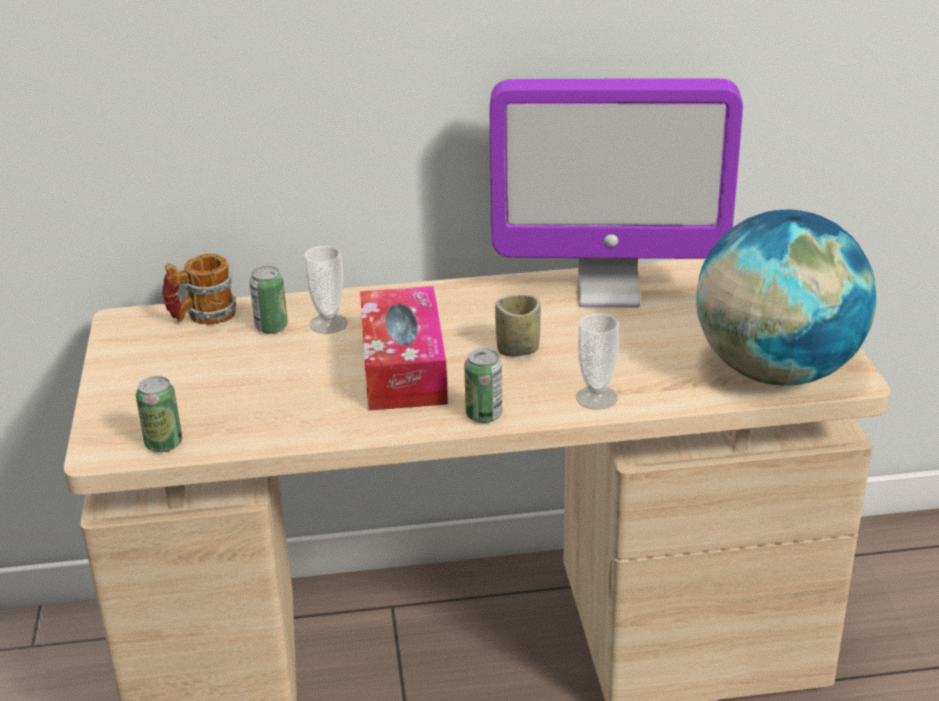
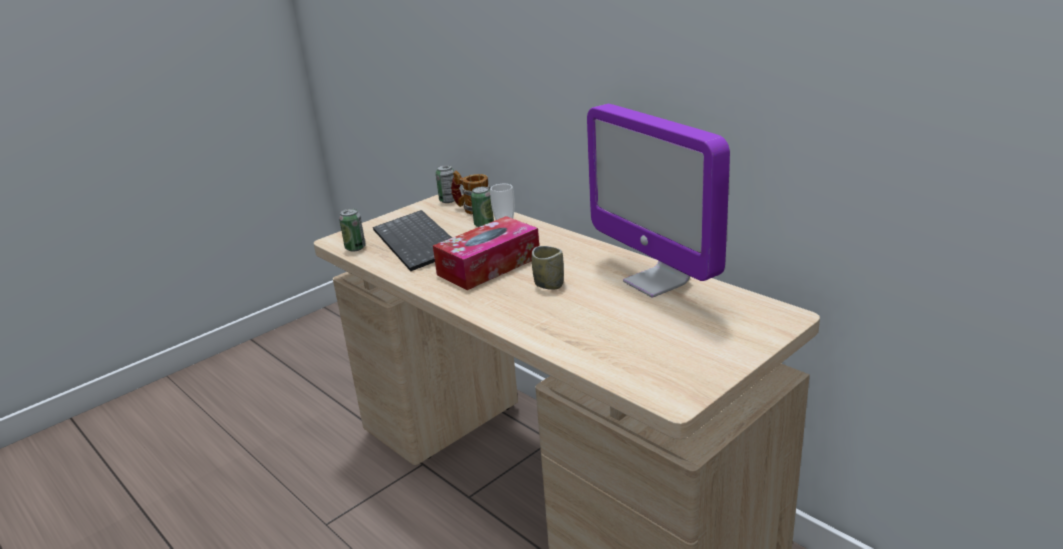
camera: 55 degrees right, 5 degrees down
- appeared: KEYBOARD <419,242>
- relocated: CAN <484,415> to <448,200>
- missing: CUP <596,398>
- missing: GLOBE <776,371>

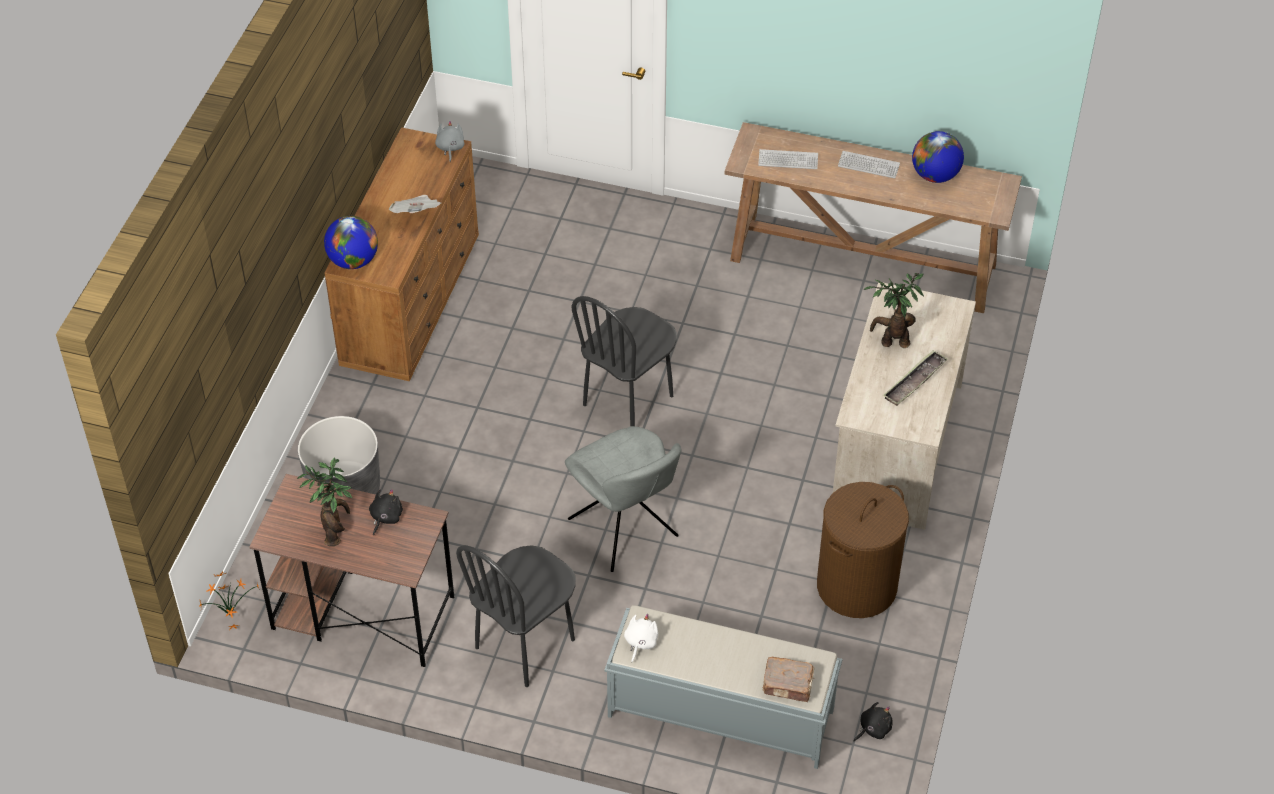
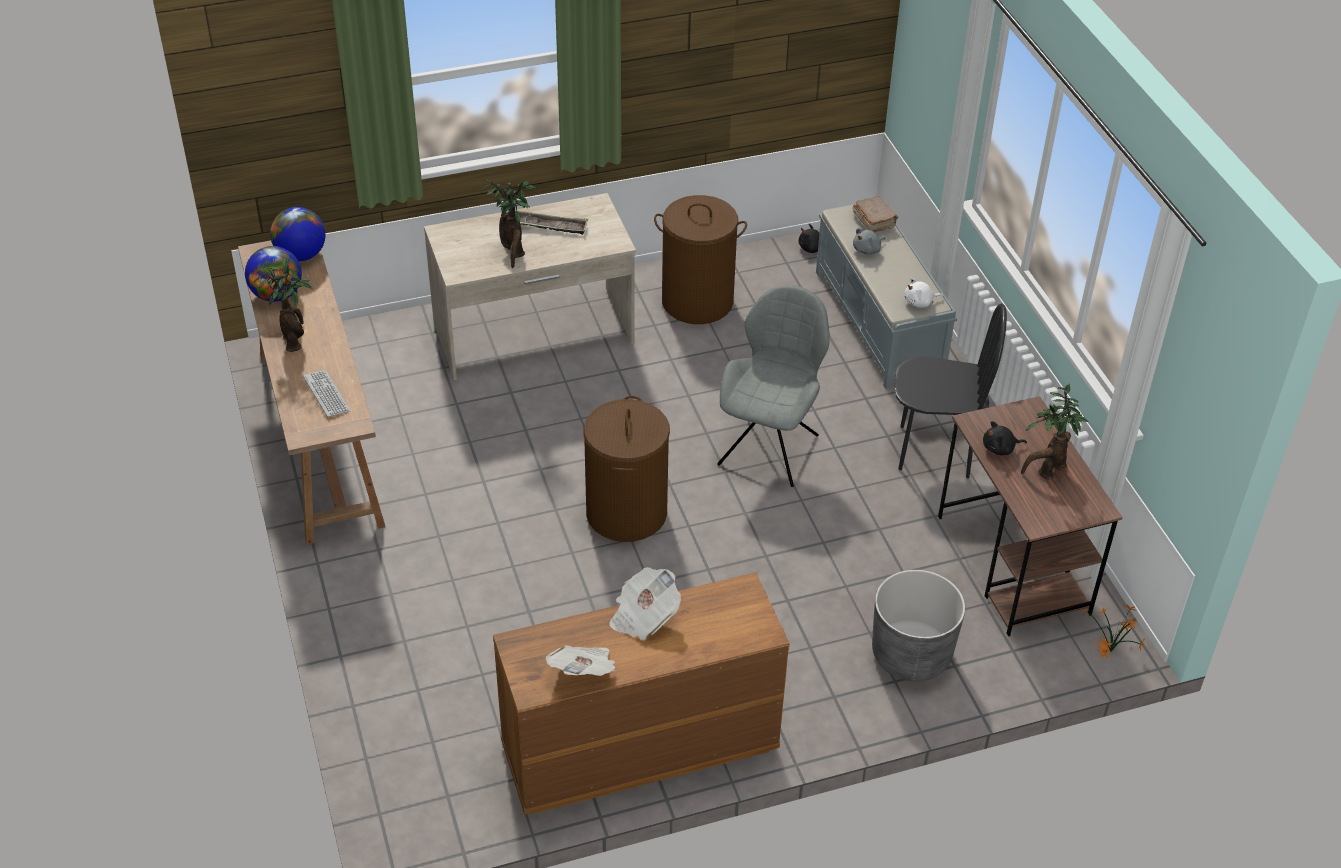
camera: 125 degrees left, 5 degrees down
- exchanged: KEYBOARD <868,165> to POTTED PLANT <294,340>
- relocated: GLOBE <353,261> to <301,255>
- appeared: NEWSPAPER <584,672>
- exchanged: BLACK CHAIR <628,401> to BROWN LAUNDRY BASKET <627,513>
- relocated: GREY PLUSH TOY <450,148> to <868,250>

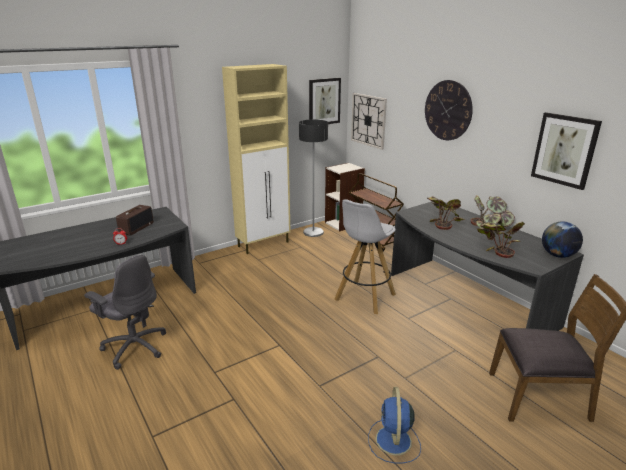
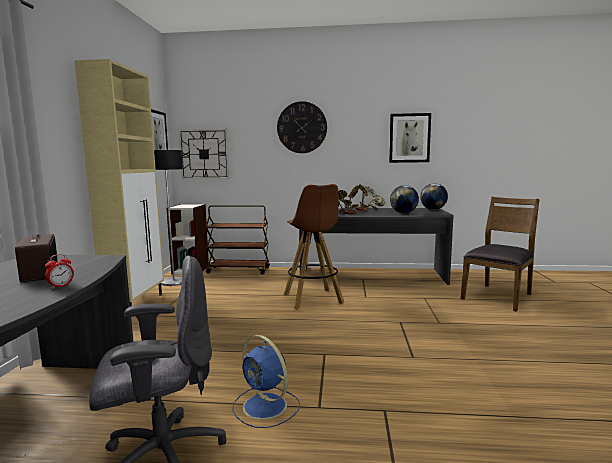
camera: 50 degrees left, 15 degrees down
- relocated: BLUE FAN <393,441> to <266,407>
- colour: WHITE STOOL <364,298> to BROWN STOOL <313,299>
- exchanged: POTTED PLANT <496,248> to GLOBE <403,213>

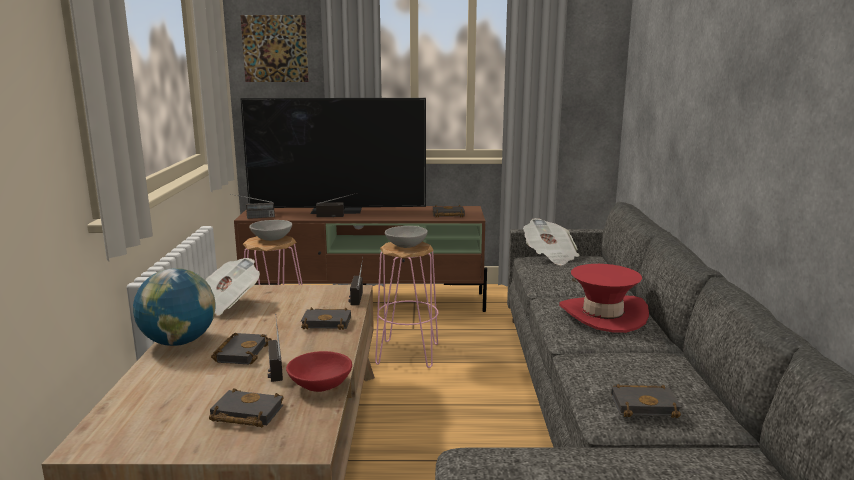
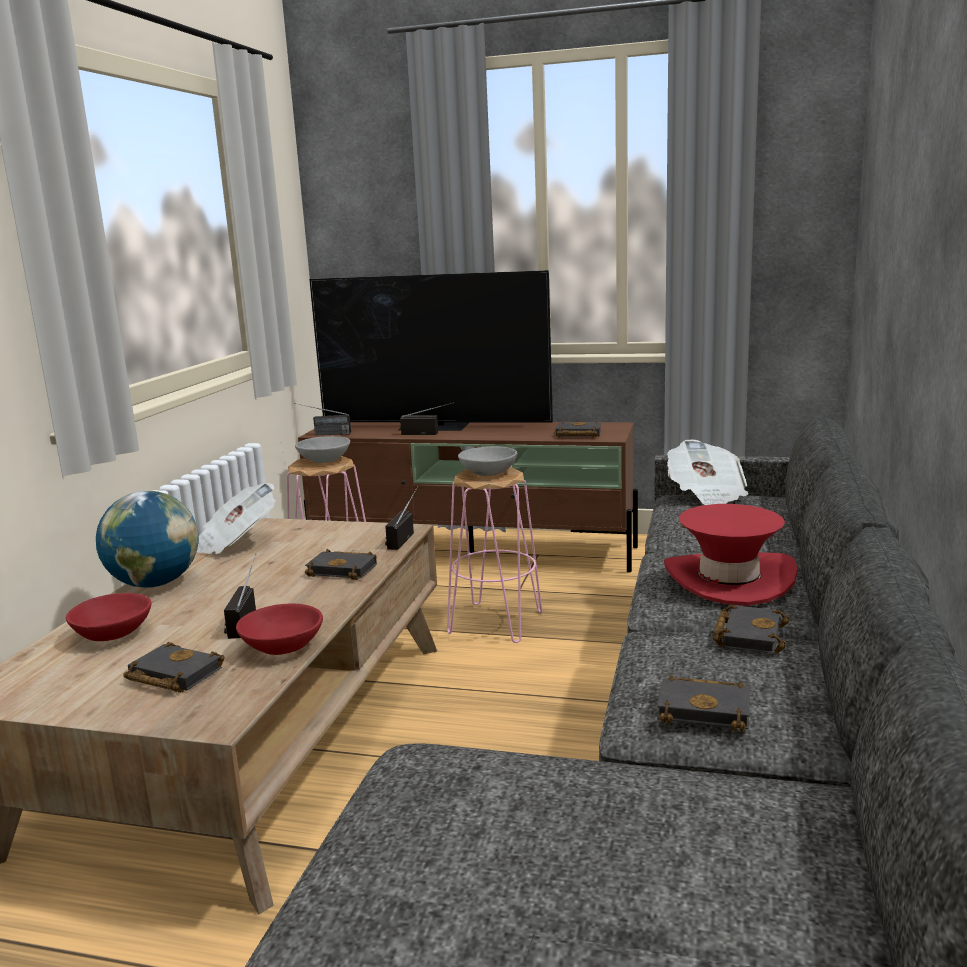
camera: 15 degrees right, 0 degrees up
- appeared: RED BOWL <112,634>
- relocated: BLACK BOOK <241,352> to <748,634>
- missing: PICTURE <275,49>

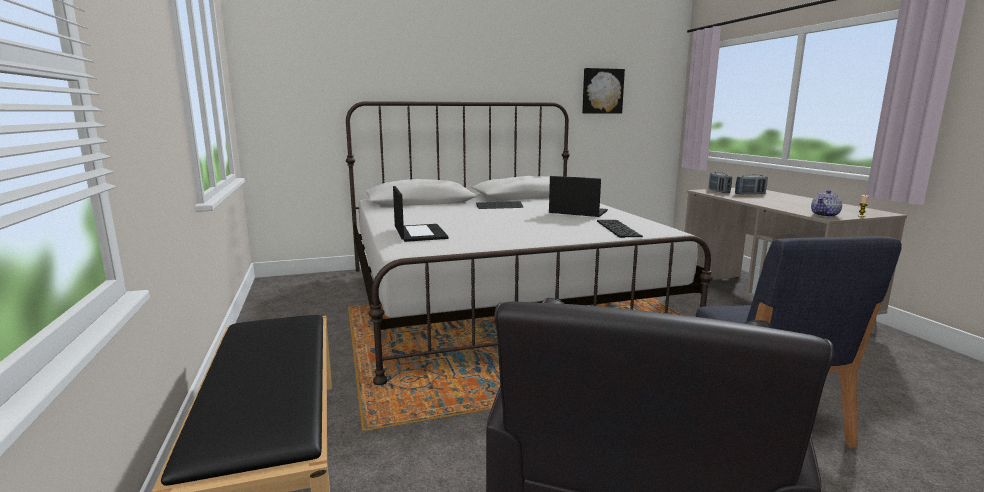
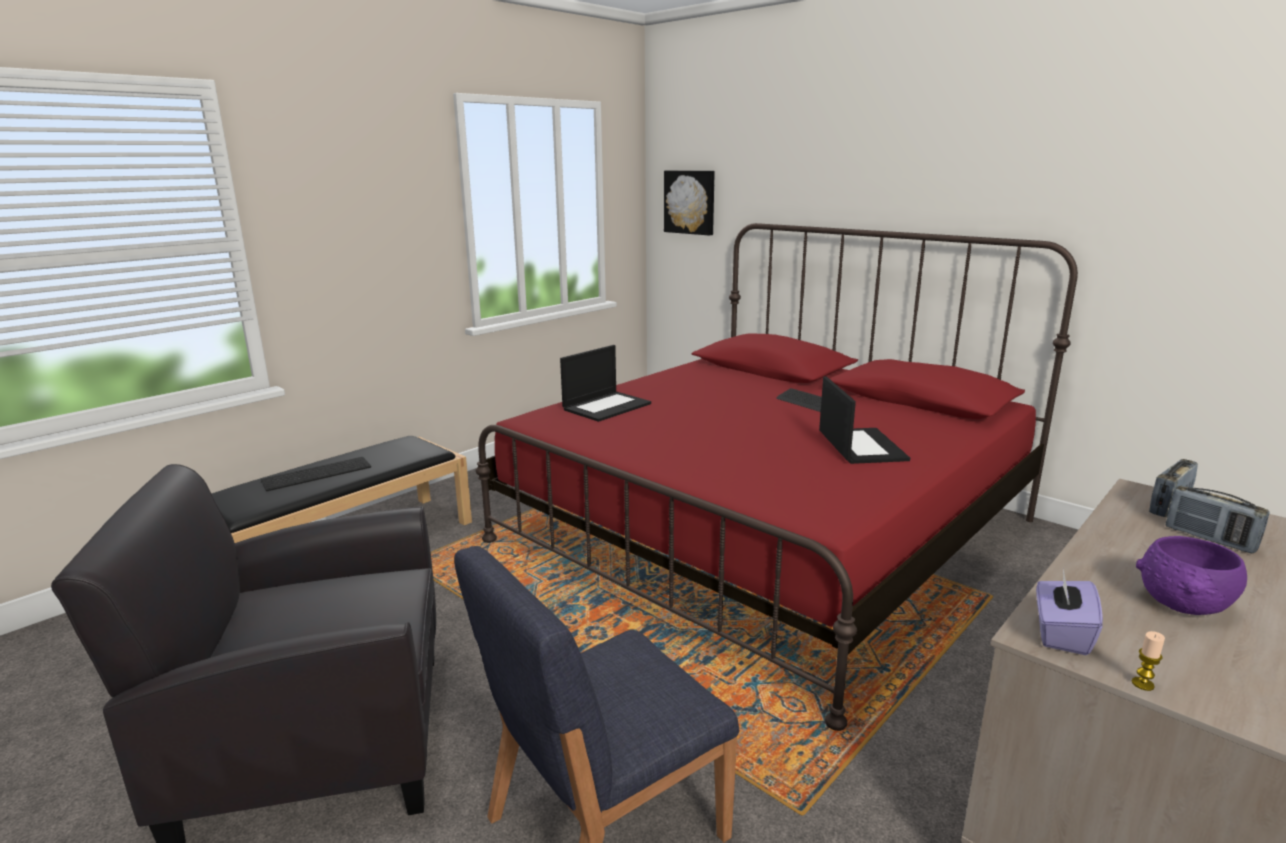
camera: 60 degrees right, 5 degrees up
- relocated: KEYBOARD <616,228> to <317,473>
- colour: WHITE BED <499,298> to RED BED <765,530>
- relocated: PICTURE <602,91> to <690,202>
- exchanged: TEAPOT <825,215> to PURPLE TISSUE BOX <1061,633>
- appeared: PURPLE BOWL <1184,604>

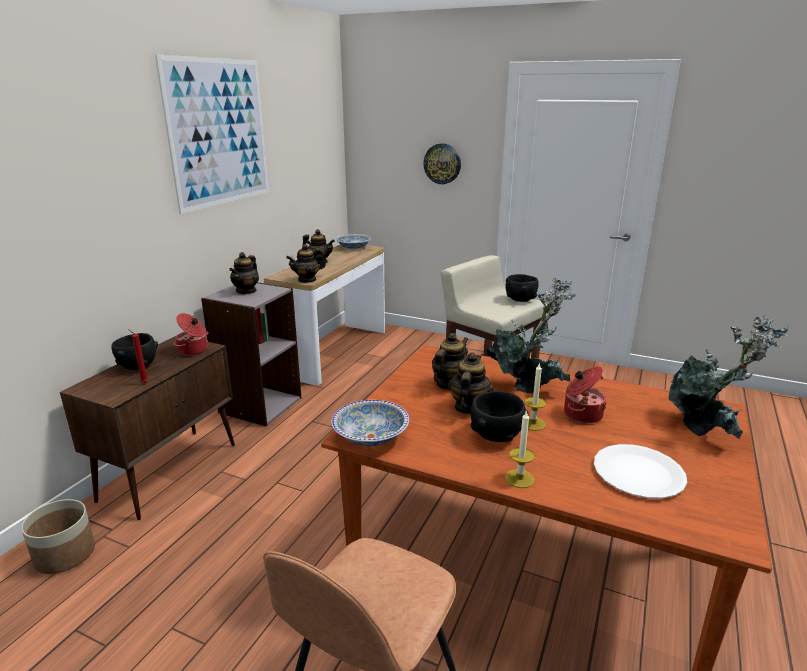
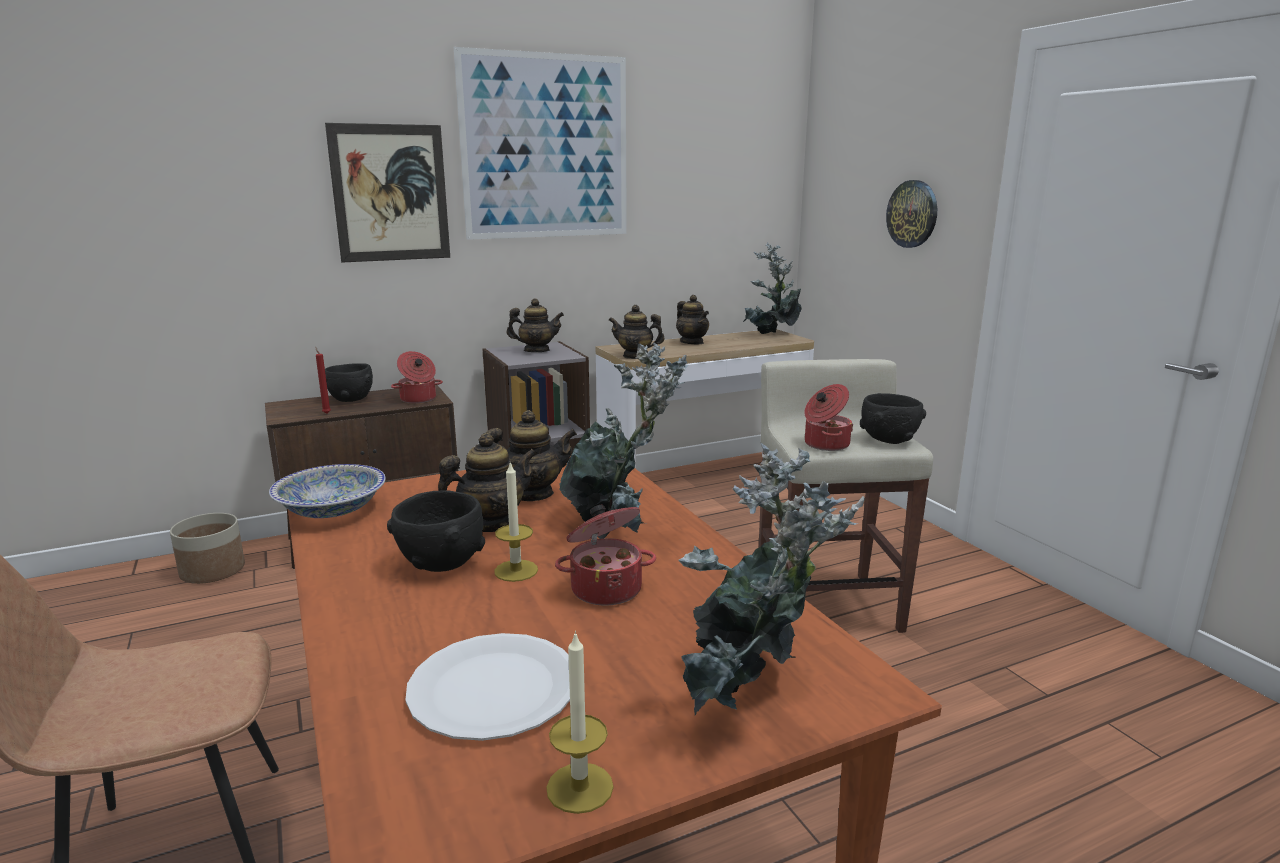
camera: 40 degrees right, 5 degrees down
- appeared: PICTURE <390,193>
- spun: TEAPOT <246,291> = <536,351> 150 degrees counterclockwise
- relocated: CANDLE <519,478> to <580,787>
- exchanged: BOWL <353,247> to POTTED PLANT <772,335>
- appeared: COOKING POT <825,444>

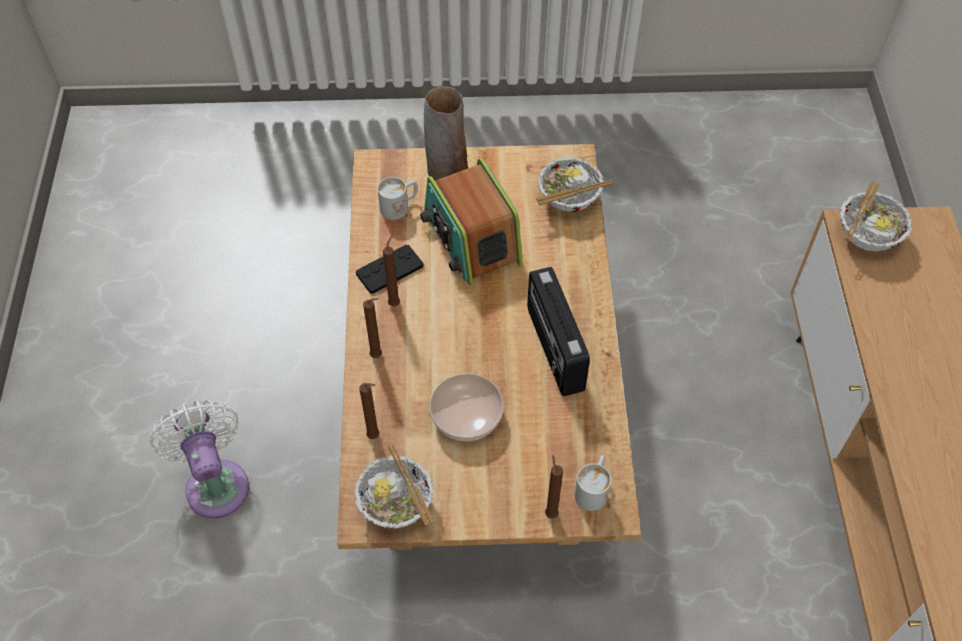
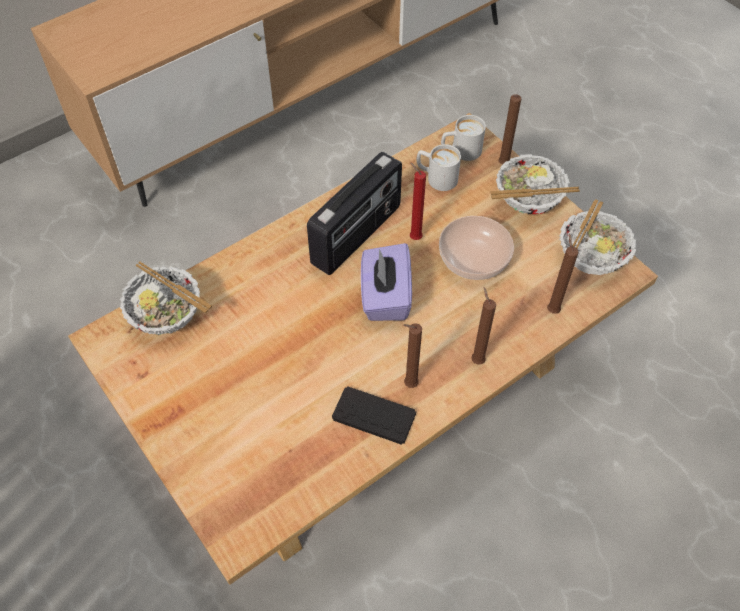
camera: 125 degrees left, 0 degrees up
- appeared: PURPLE TISSUE BOX <385,297>
- appeared: RED CANDLE <413,237>
- relocated: WHITE MUG <399,206> to <436,178>
- relocated: BOWL <866,236> to <528,201>
- missing: WHITE FAN <215,482>
- missing: RADIO <471,238>
- missing: VASE <446,172>

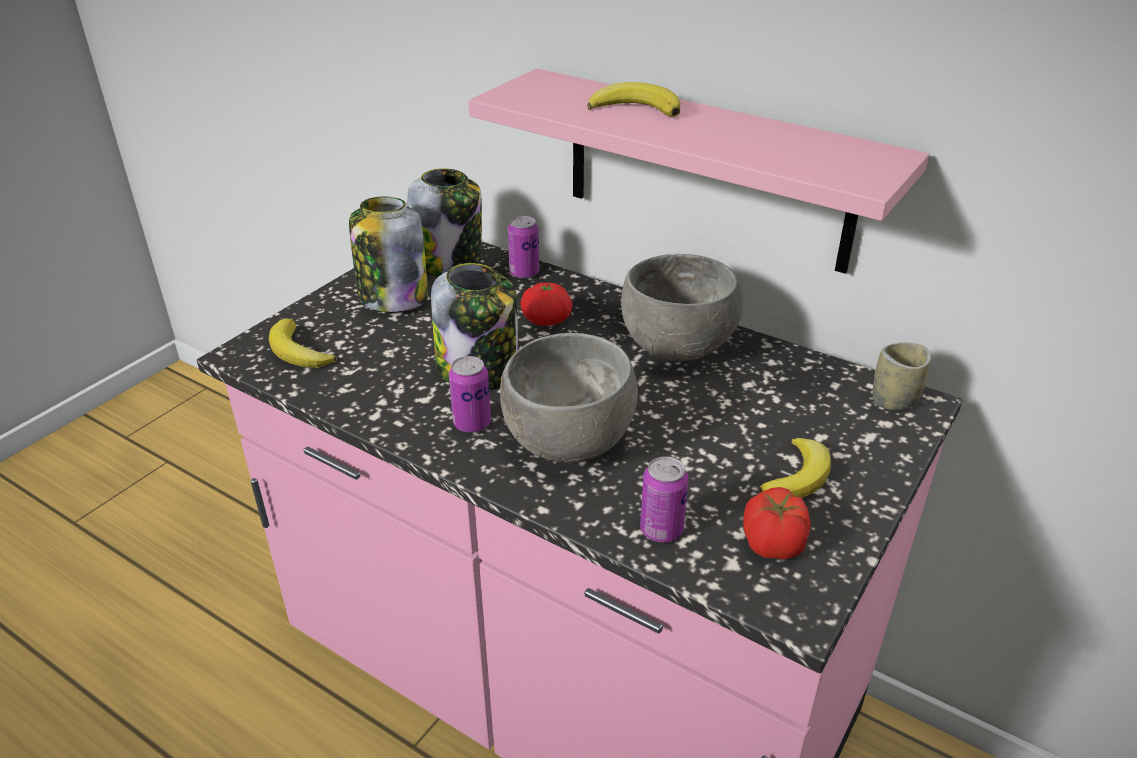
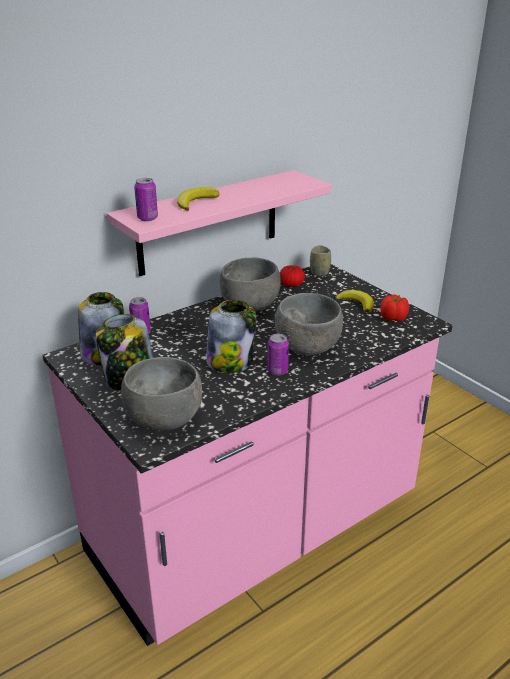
camera: 70 degrees left, 5 degrees down
- exchanged: BANANA <298,351> to GREY BOWL <165,421>
- relocated: CAN <661,530> to <147,218>
- relocated: TOMATO <546,320> to <291,284>

